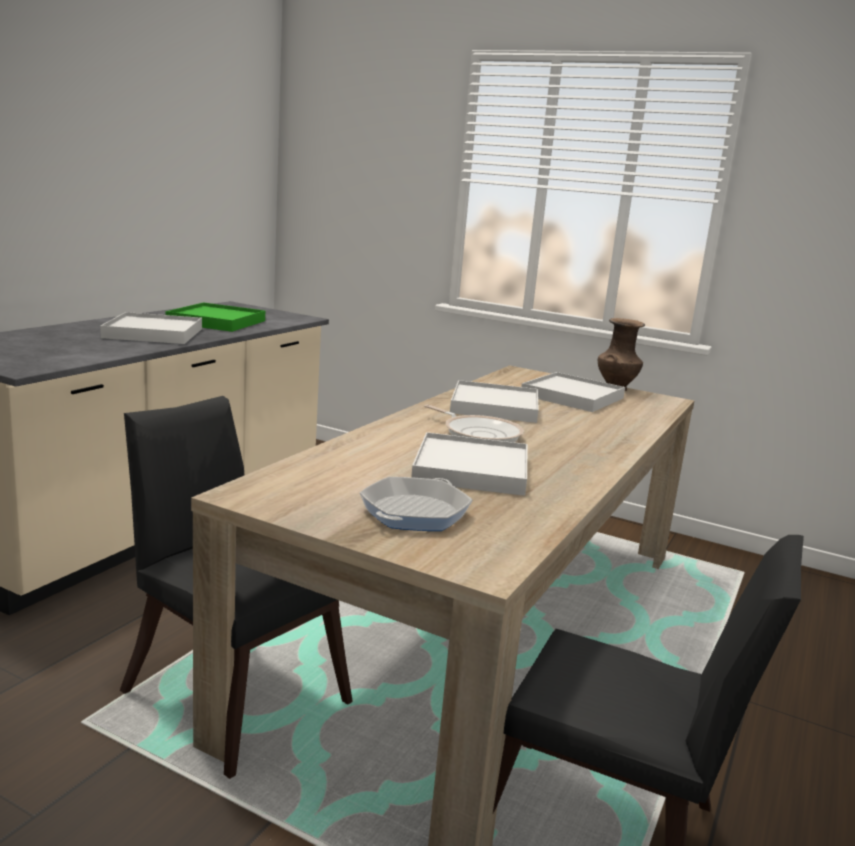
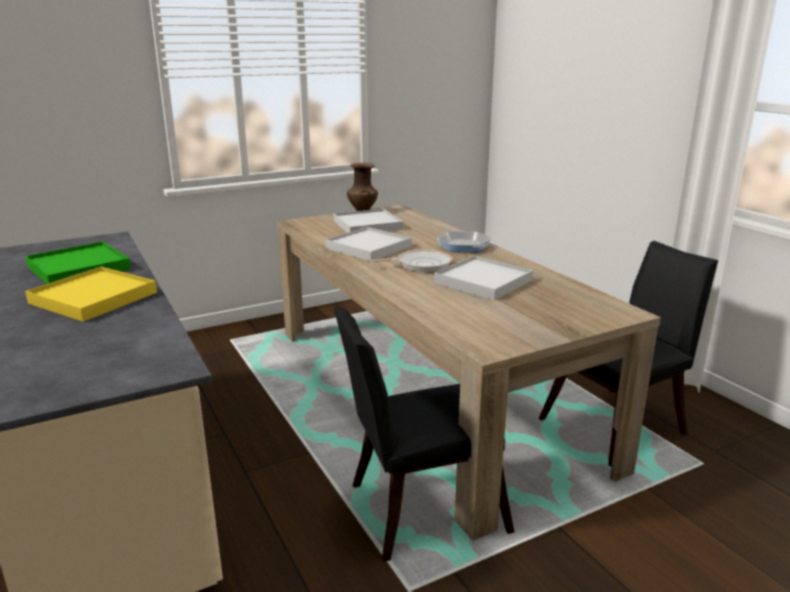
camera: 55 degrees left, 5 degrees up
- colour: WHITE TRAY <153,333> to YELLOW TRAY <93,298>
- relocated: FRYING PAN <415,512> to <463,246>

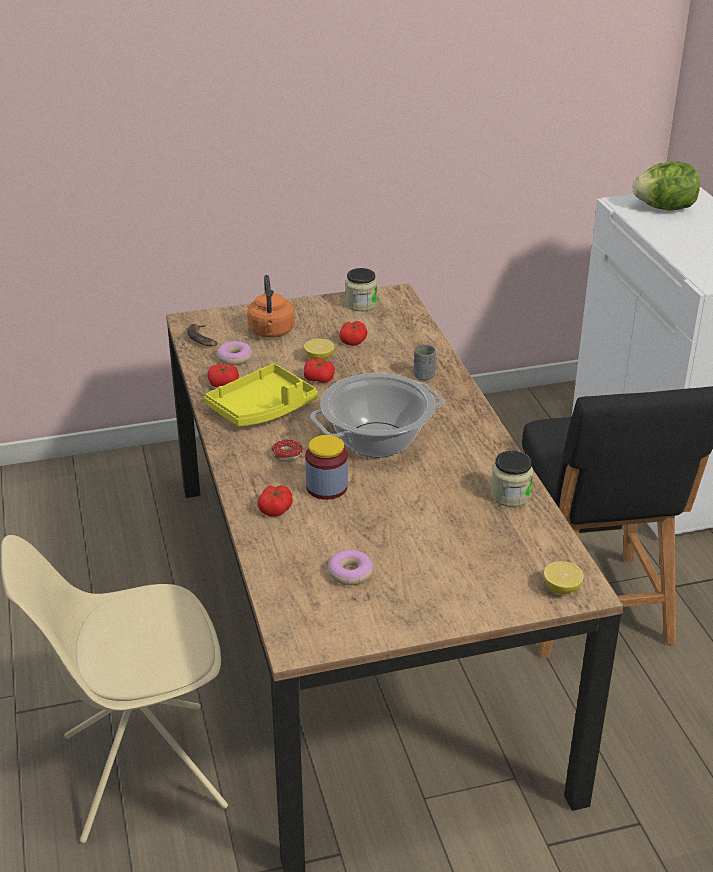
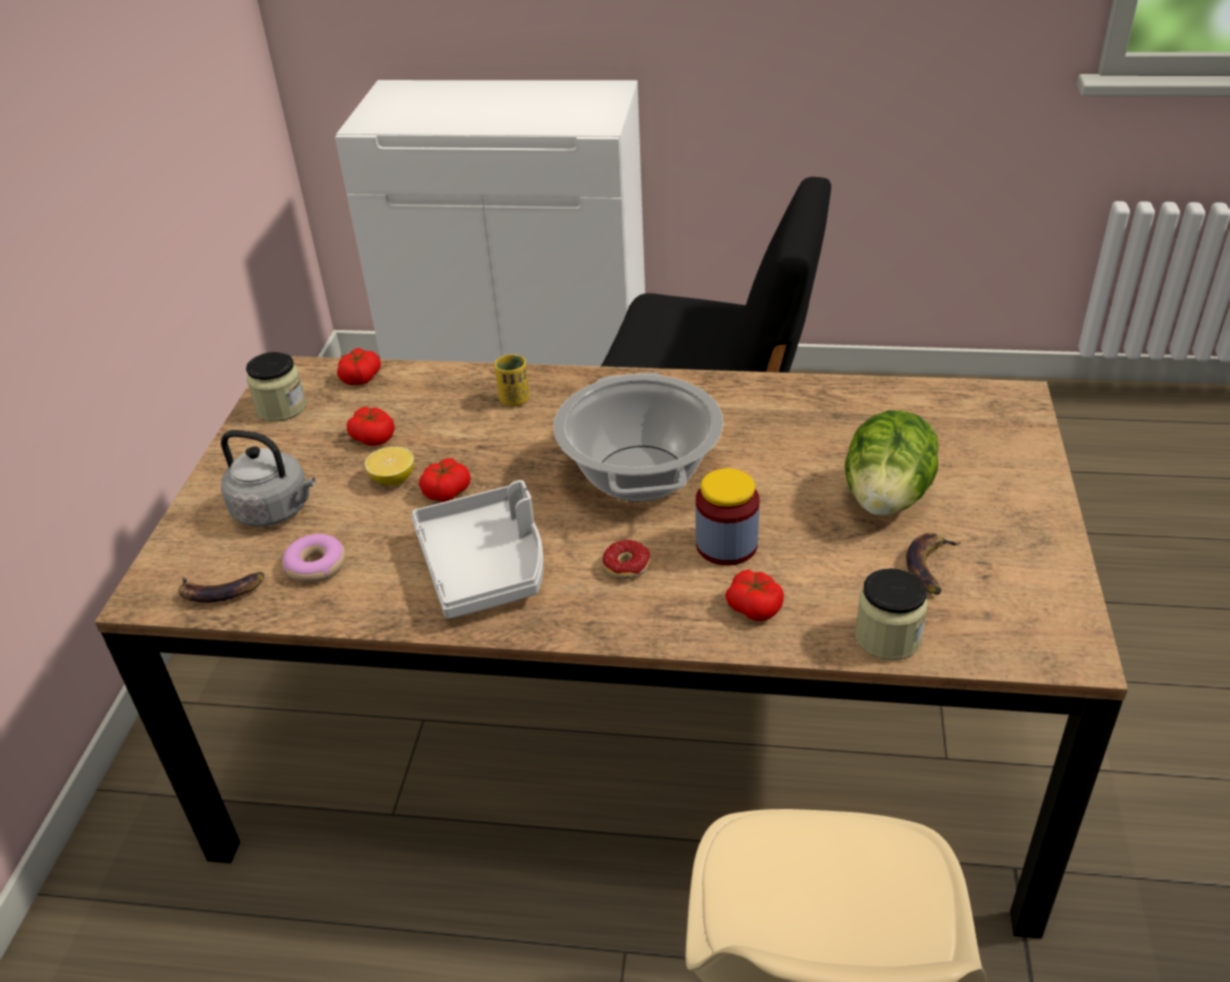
camera: 65 degrees left, 5 degrees up
- colour: ORANGE KETTLE <271,332> to GREY KETTLE <275,510>
- relocated: TOMATO <223,383> to <360,377>
- colour: YELLOW TRAY <262,409> to GREY TRAY <485,565>
- colour: GREY CUP <424,376> to YELLOW CUP <514,399>
- relocated: LETTUCE <665,208> to <886,498>
- relocated: JAR <510,495> to <888,637>
- exchanged: DONUT <350,573> to BANANA <930,567>
- missing: LEMON <562,588>

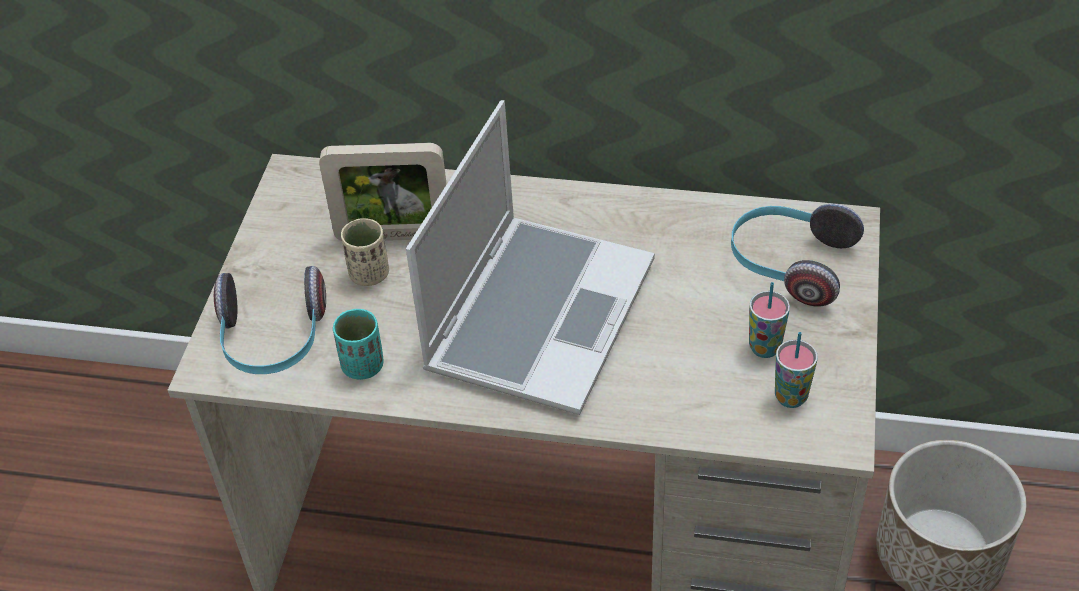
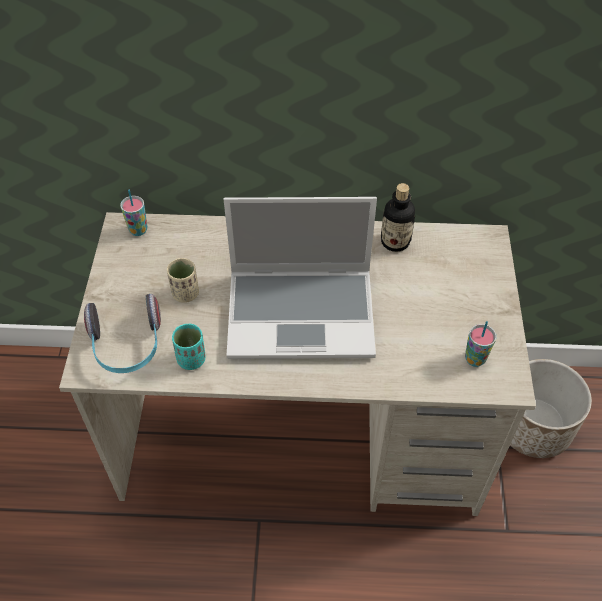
camera: 10 degrees left, 5 degrees up
- relocated: CUP <764,348> to <138,230>
- spun: LAPTOP <539,313> = <303,313> 75 degrees clockwise
- appeared: BOTTLE <395,242>
- missing: PICTURE FRAME <393,235>
- missing: HEADPHONES <789,264>

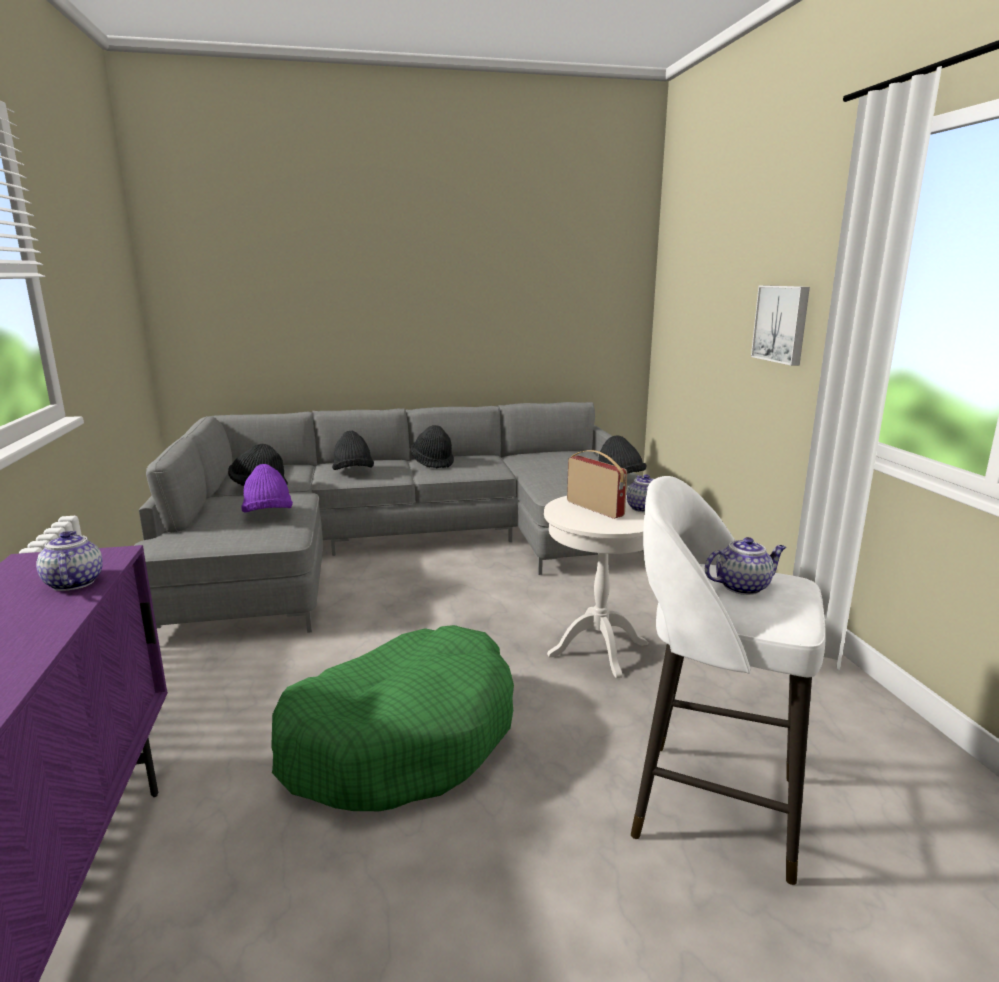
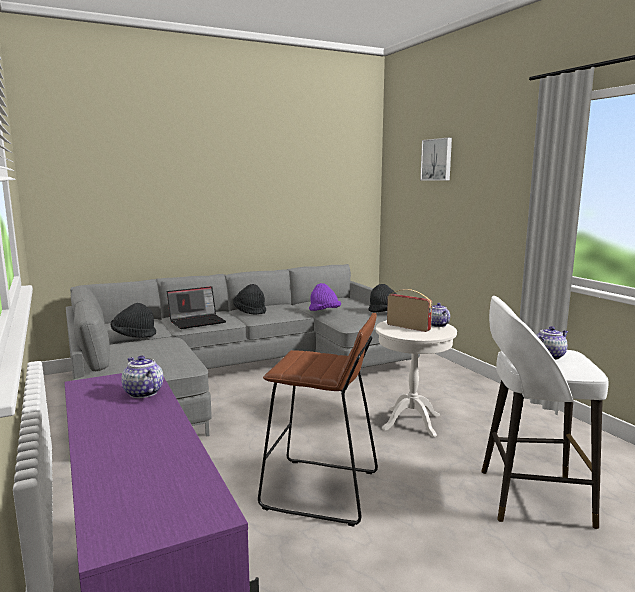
camera: 15 degrees left, 5 degrees down
- exchanged: BLACK HAT <353,472> to LAPTOP <197,321>
- exchanged: GREEN DOG BED <401,737> to BROWN STOOL <321,491>
- relocated: PURPLE HAT <268,514> to <324,312>
- relocated: PICTURE <782,324> to <437,159>

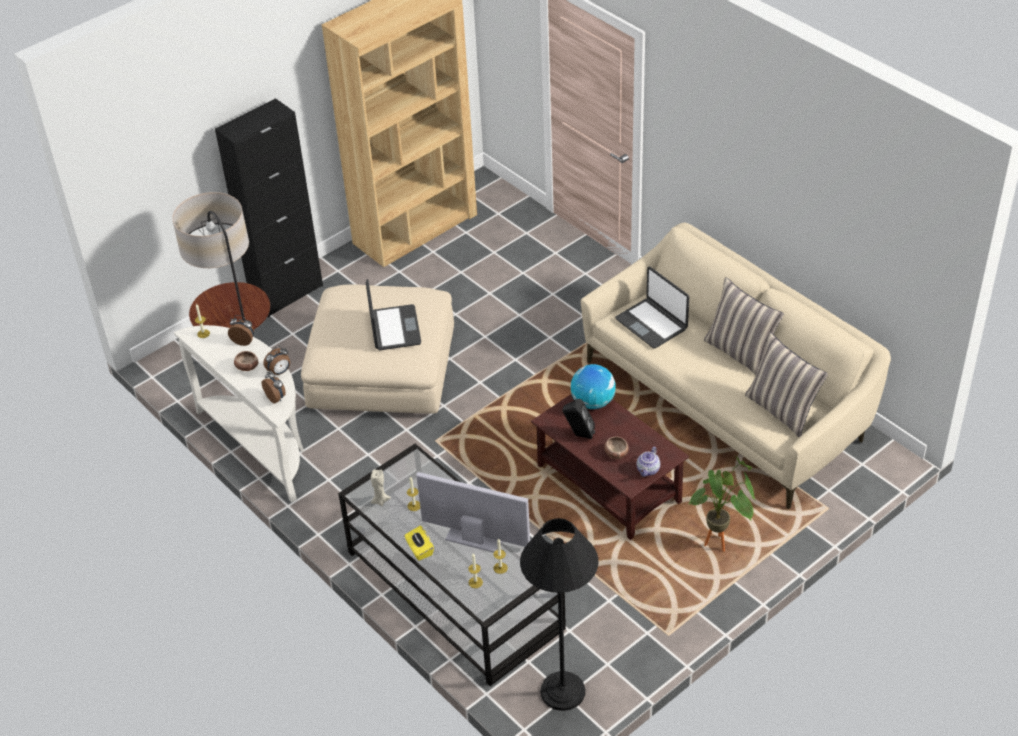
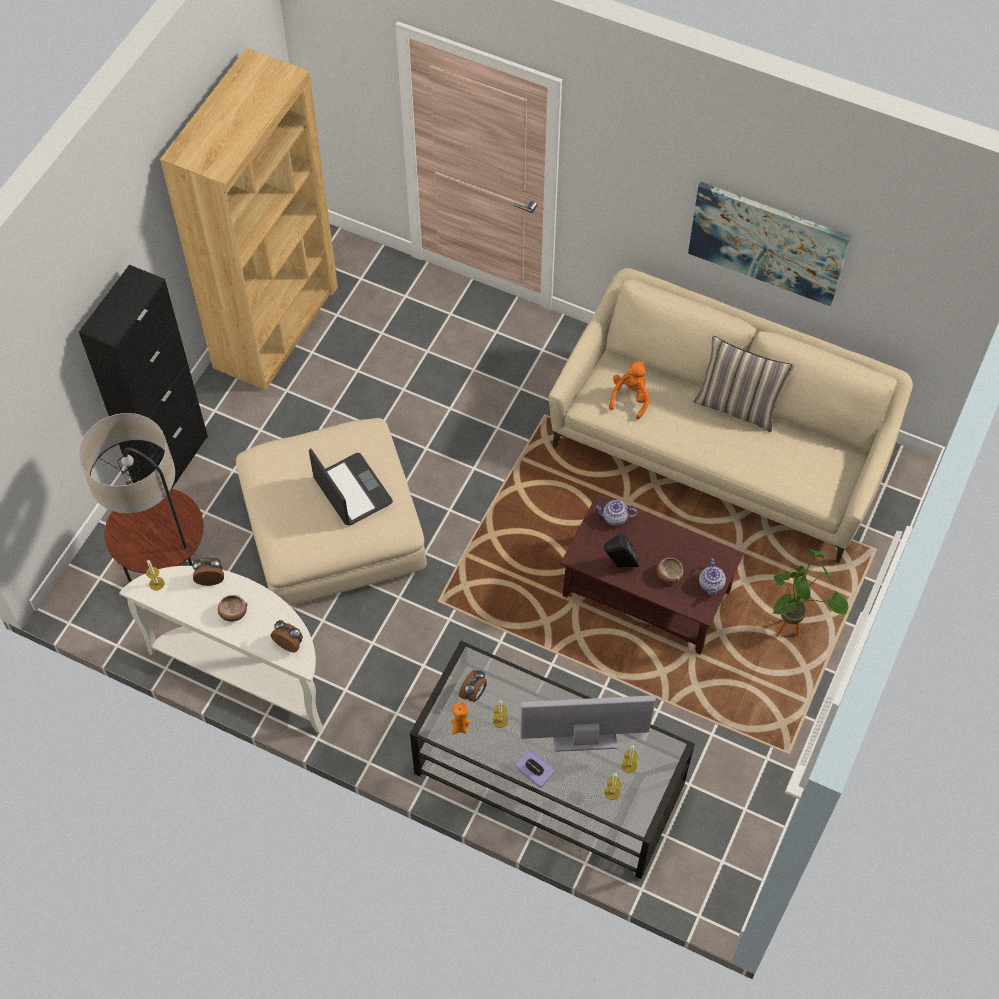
camera: 25 degrees left, 15 degrees up
- colour: BEIGE CANDLE <380,500> to ORANGE CANDLE <460,726>
- relocated: ALARM CLOCK <279,372> to <474,693>
- colour: YELLOW TISSUE BOX <419,550> to PURPLE TISSUE BOX <534,773>
- exchanged: GLOBE <593,402> to TEAPOT <614,518>
- exchanged: LAPTOP <652,324> to ORANGE PLUSH TOY <630,398>
- appeared: PICTURE <767,242>
- missing: BLACK FLOOR LAMP <563,691>
- missing: PILLOW <782,410>

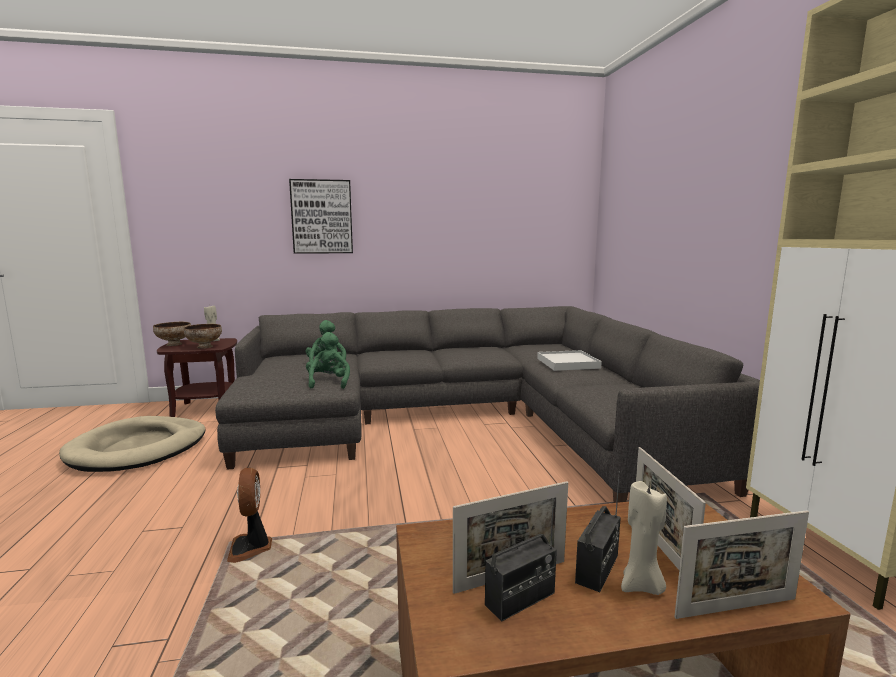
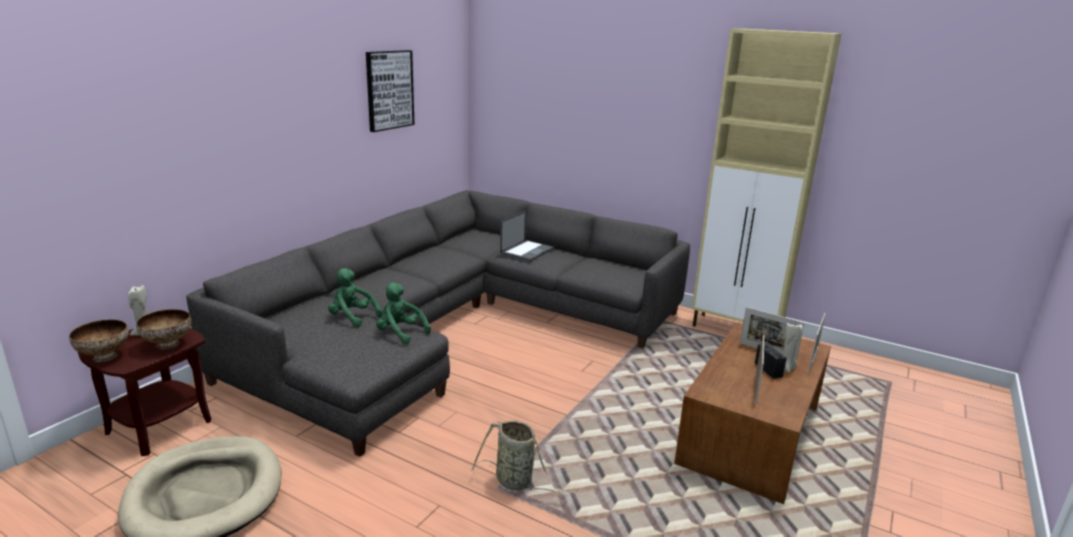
camera: 50 degrees left, 10 degrees up
- relocated: PICTURE <322,217> to <389,90>
- exchanged: FAN <251,548> to BASKET <516,482>
- exchanged: WHITE TRAY <568,363> to LAPTOP <527,251>
- missing: RADIO <520,599>

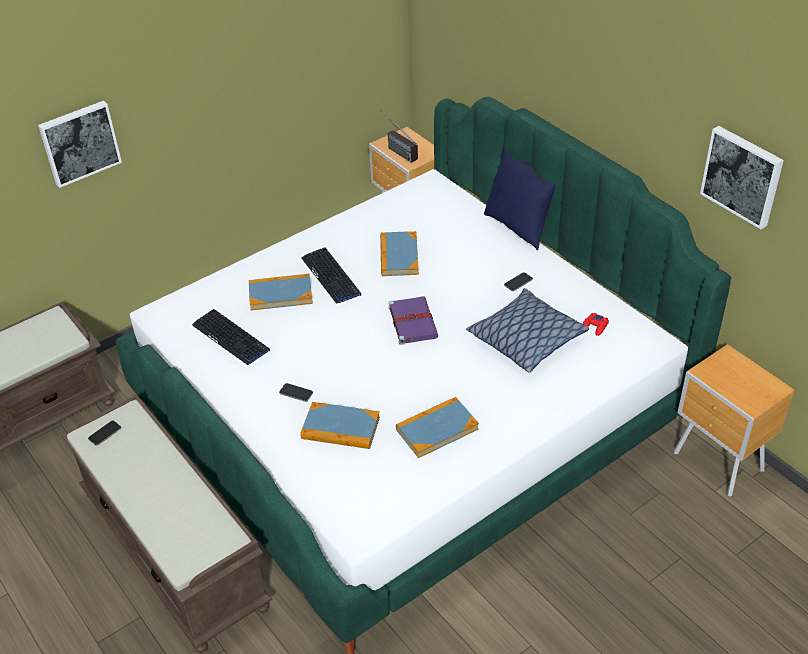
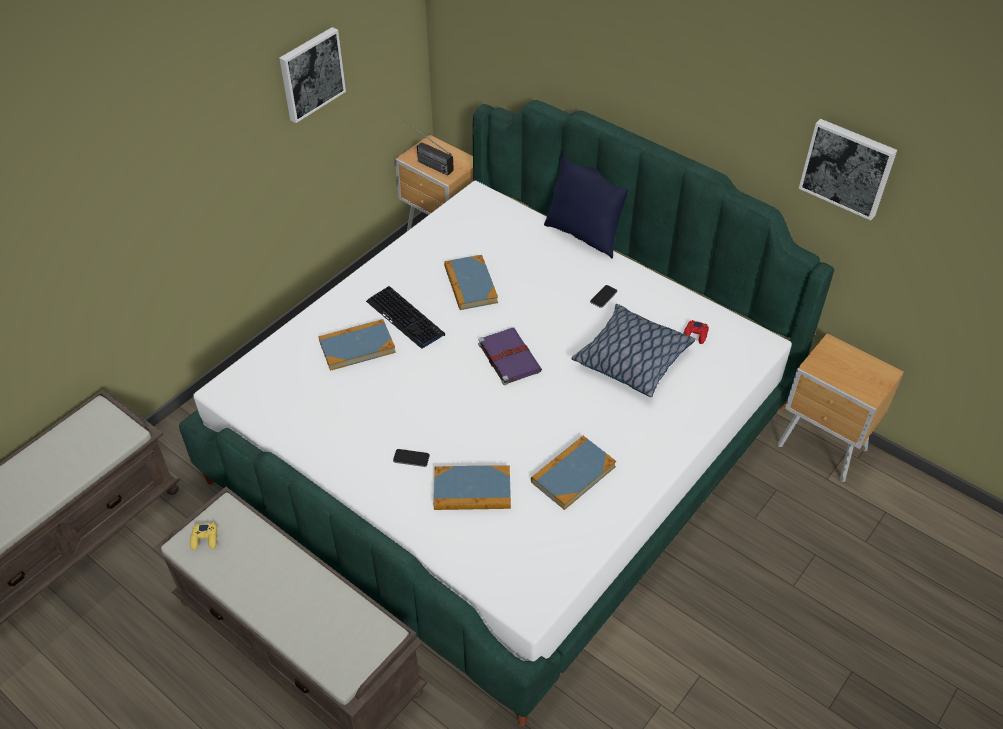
camera: 15 degrees left, 5 degrees up
- exchanged: PHONE <105,433> to YELLOW GAME CONTROLLER <205,539>
- relocated: PICTURE <79,142> to <310,73>
- missing: KEYBOARD <231,338>

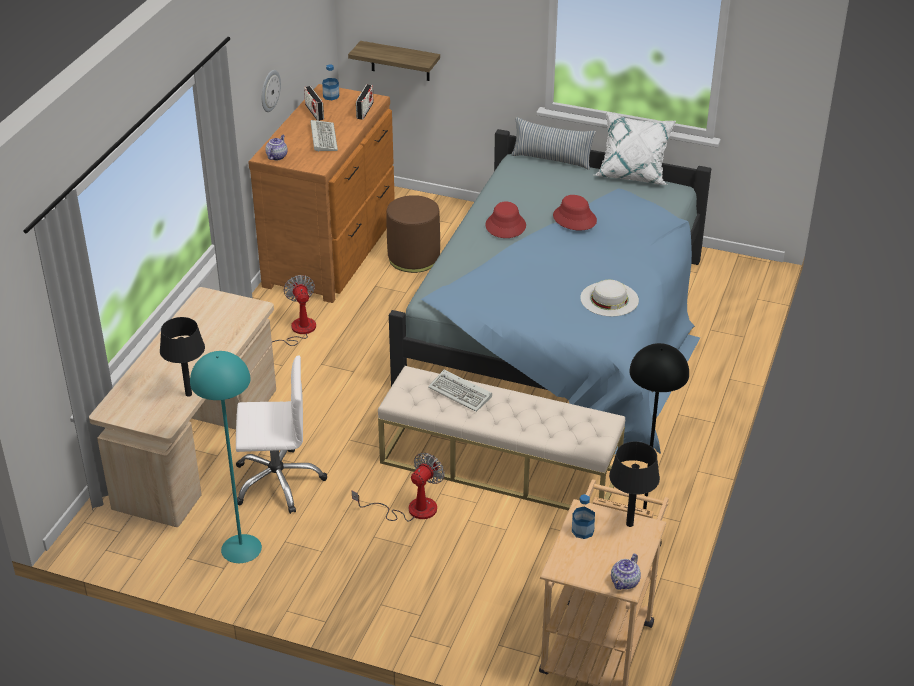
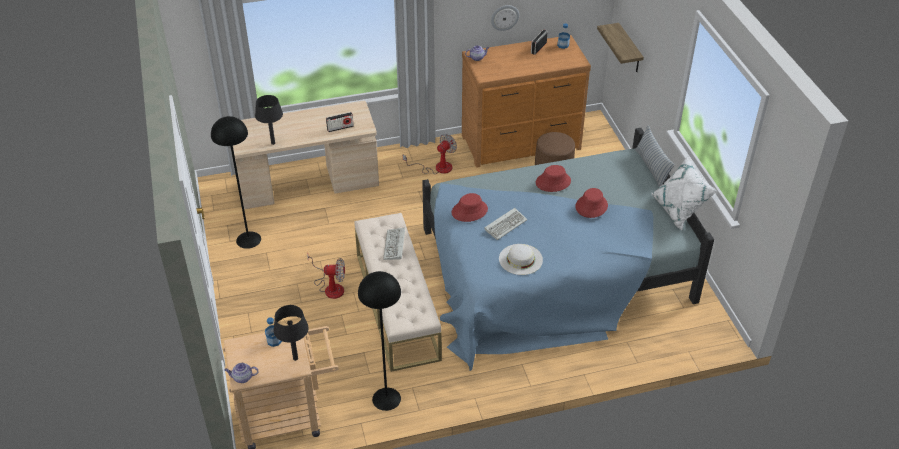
camera: 55 degrees right, 5 degrees up
- colour: TURQUOISE FLOOR LAMP <241,548> to BLACK FLOOR LAMP <248,239>
- relocated: RADIO <365,110> to <340,128>
- appeared: RED HAT <469,211>
- relocated: KEYBOARD <323,137> to <506,224>
- missing: WHITE OFFICE CHAIR <277,481>

